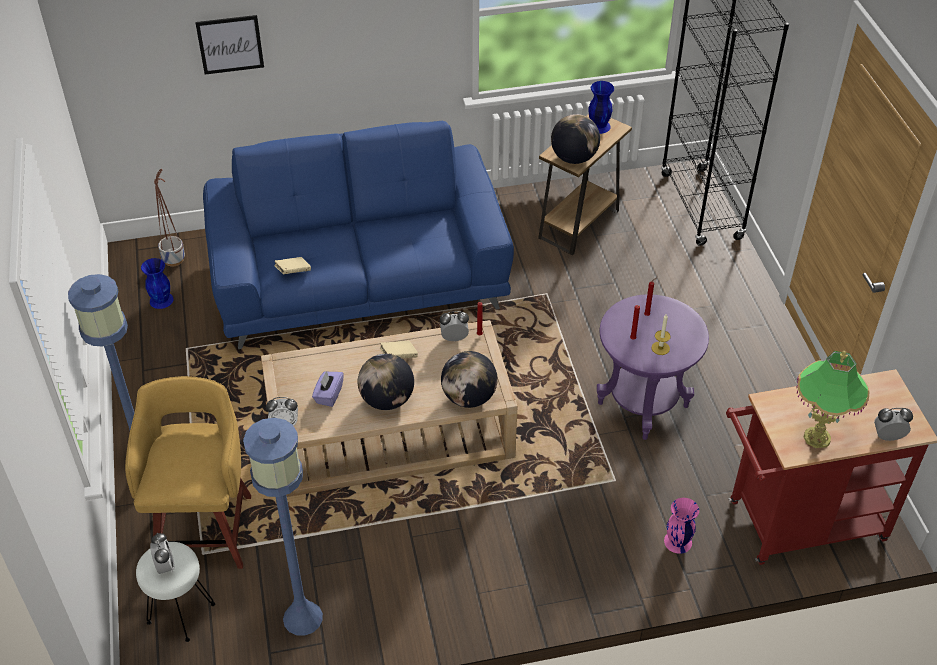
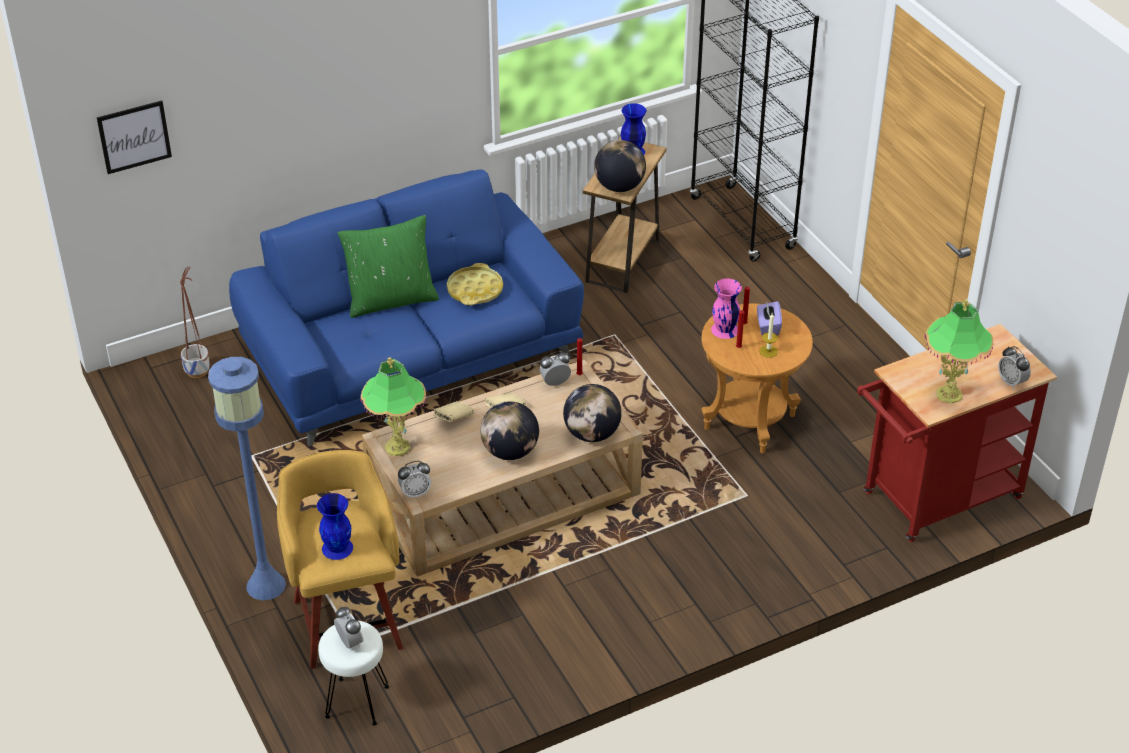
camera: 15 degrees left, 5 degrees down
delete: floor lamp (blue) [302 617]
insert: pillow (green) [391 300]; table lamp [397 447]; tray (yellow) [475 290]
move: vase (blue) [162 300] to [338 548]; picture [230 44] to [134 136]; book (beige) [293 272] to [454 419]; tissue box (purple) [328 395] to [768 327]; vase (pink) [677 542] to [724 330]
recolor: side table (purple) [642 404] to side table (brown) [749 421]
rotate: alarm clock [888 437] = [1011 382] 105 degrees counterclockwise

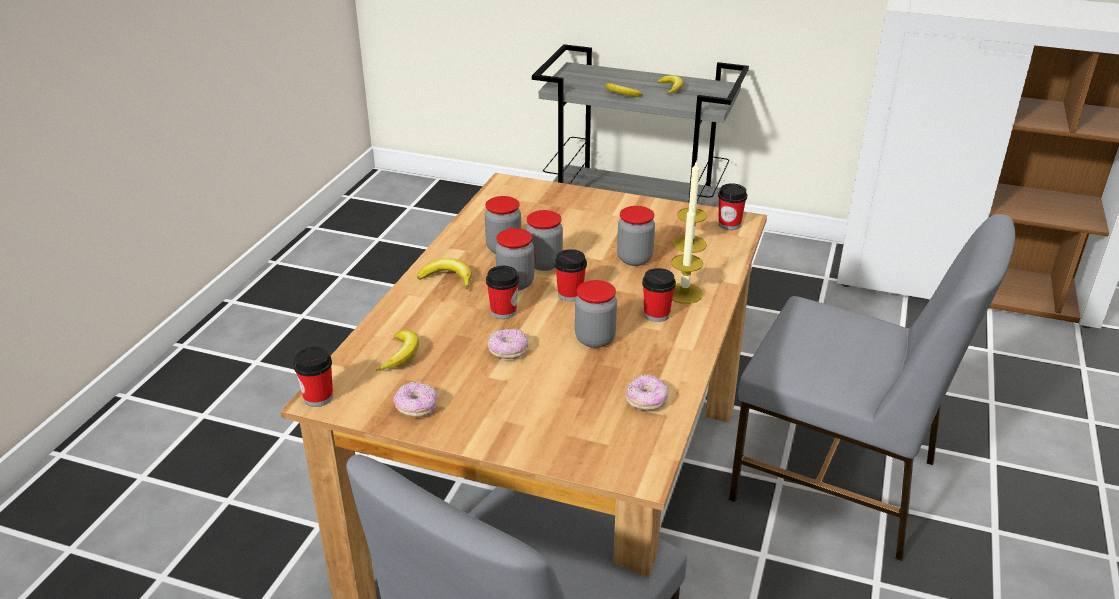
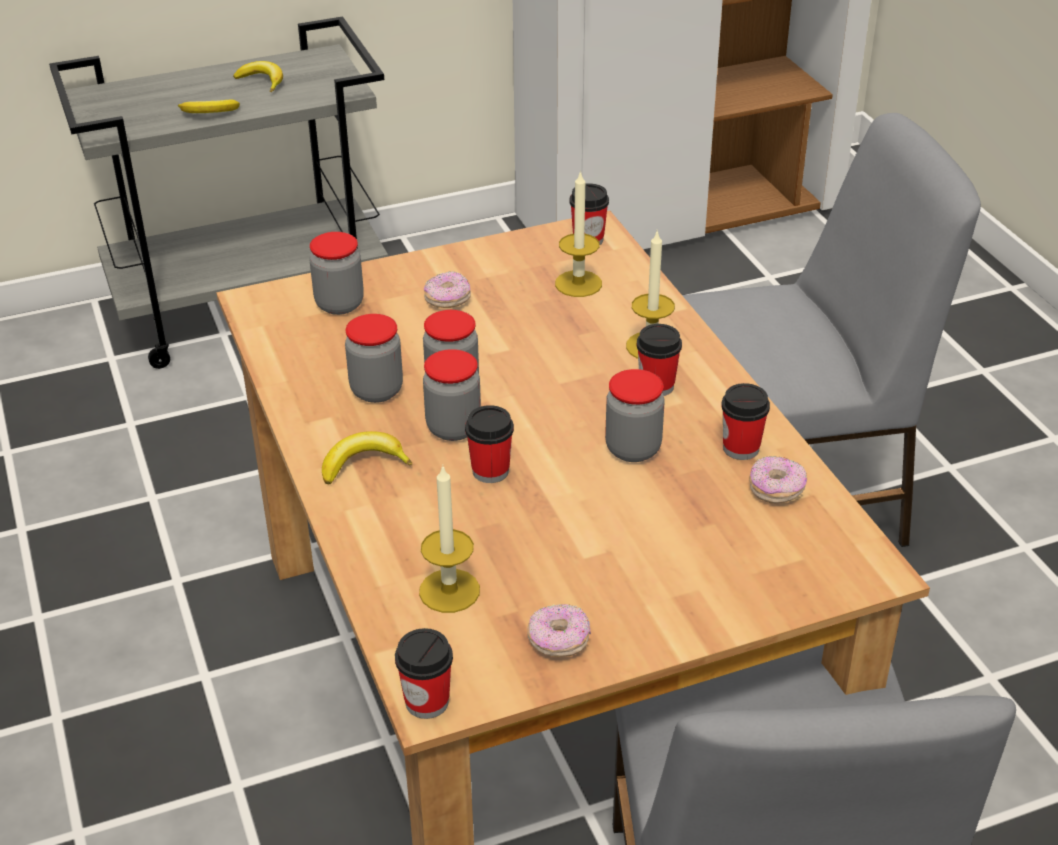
camera: 40 degrees left, 5 degrees up
move: donut [508 352] to [448 300]; cup [570 294] to [741 448]; jar [634 259] to [339 304]
replace: banana [401 355] to candle [449 591]

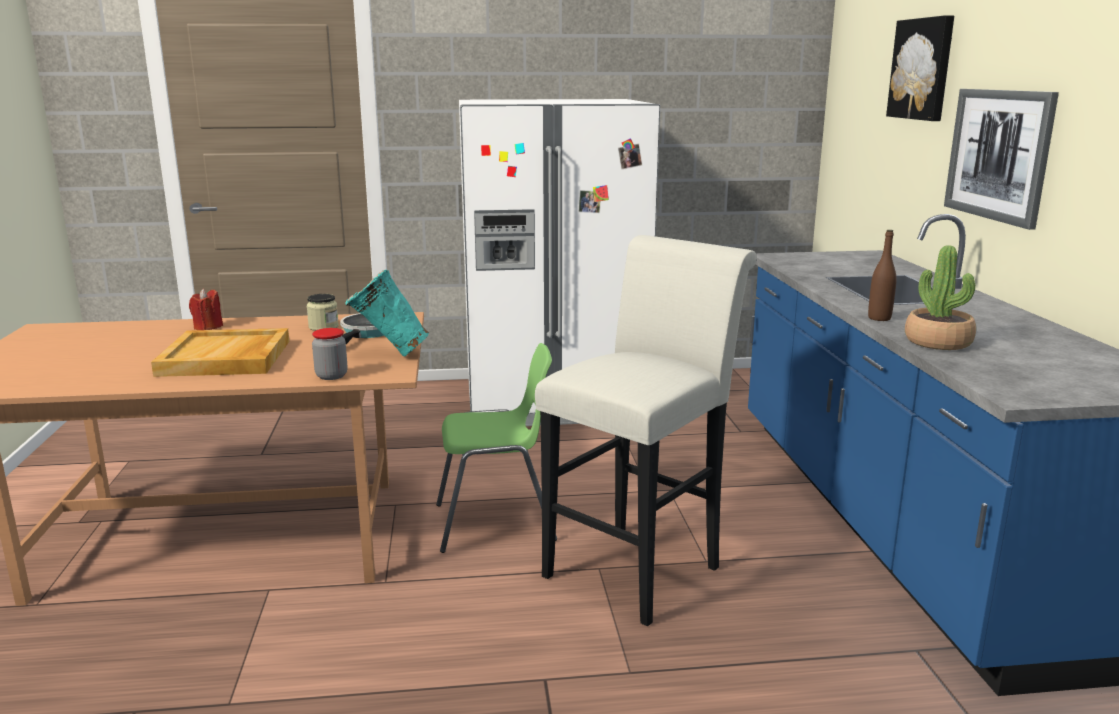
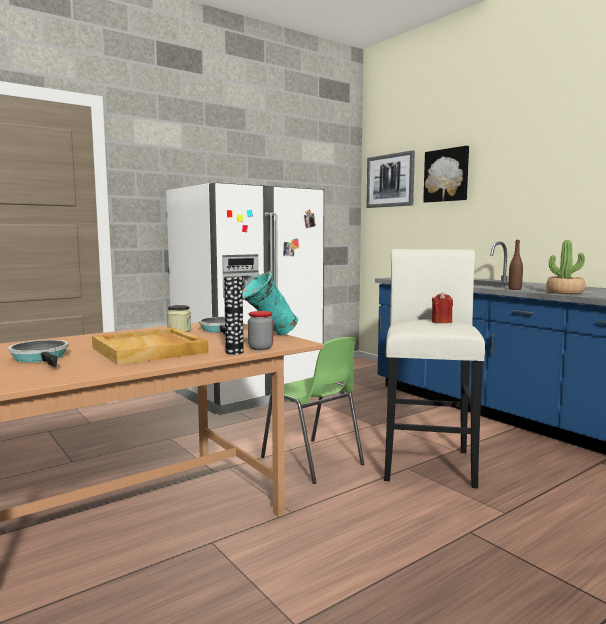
camera: 30 degrees left, 10 degrees down
insert: frying pan [41 358]; vase [234 352]
move: candle (red) [208 327] to [441 322]; picture [998 155] to [390 180]
rotate: chair (green) [496 523] = [313 461] 90 degrees clockwise

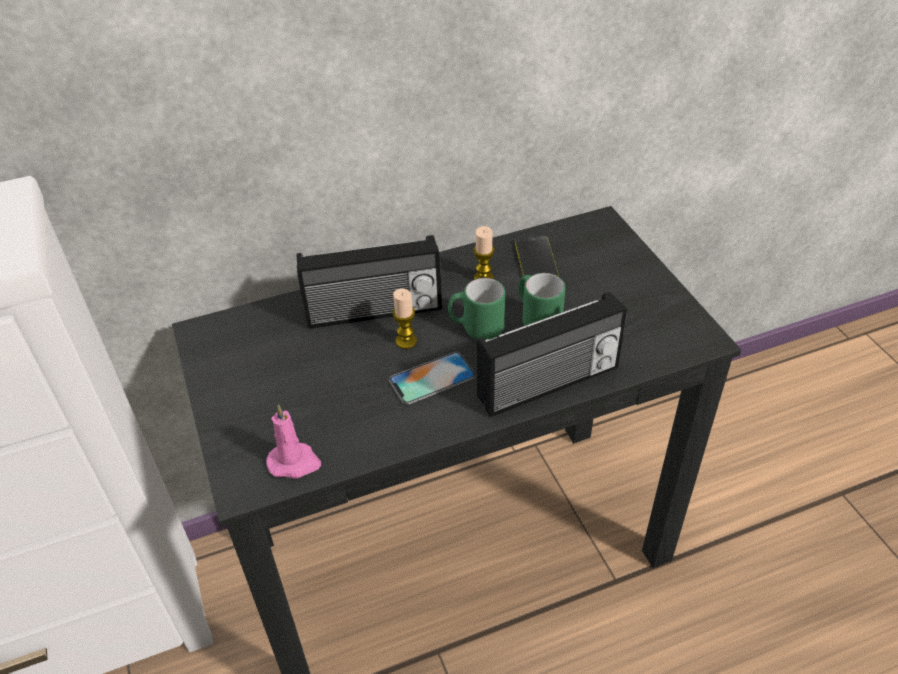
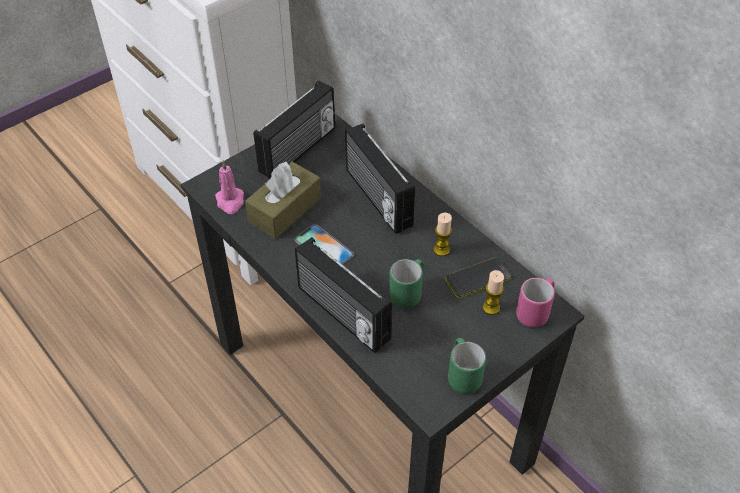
camera: 70 degrees right, 5 degrees up
insert: tissue box (brown) [285 210]; radio [299 150]; mug (pink) [535 312]
move: candle [406 341] to [491 307]; mug (green) [476 328] to [462 374]

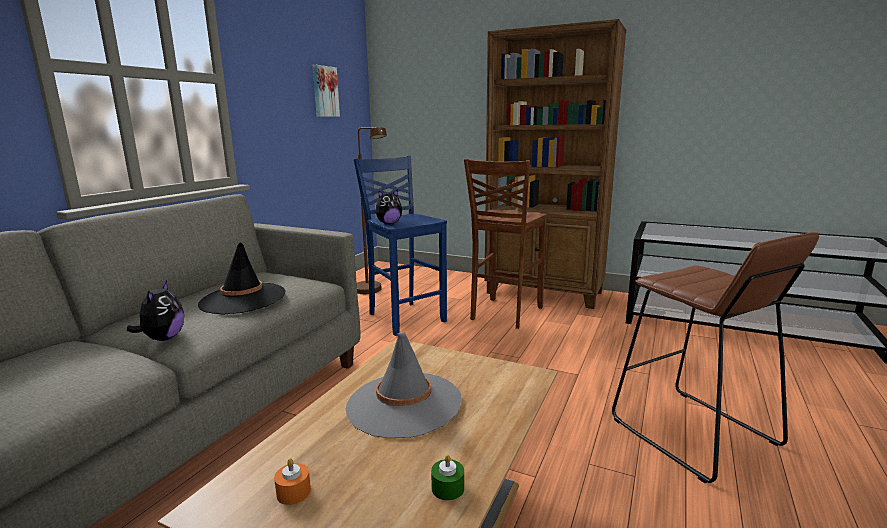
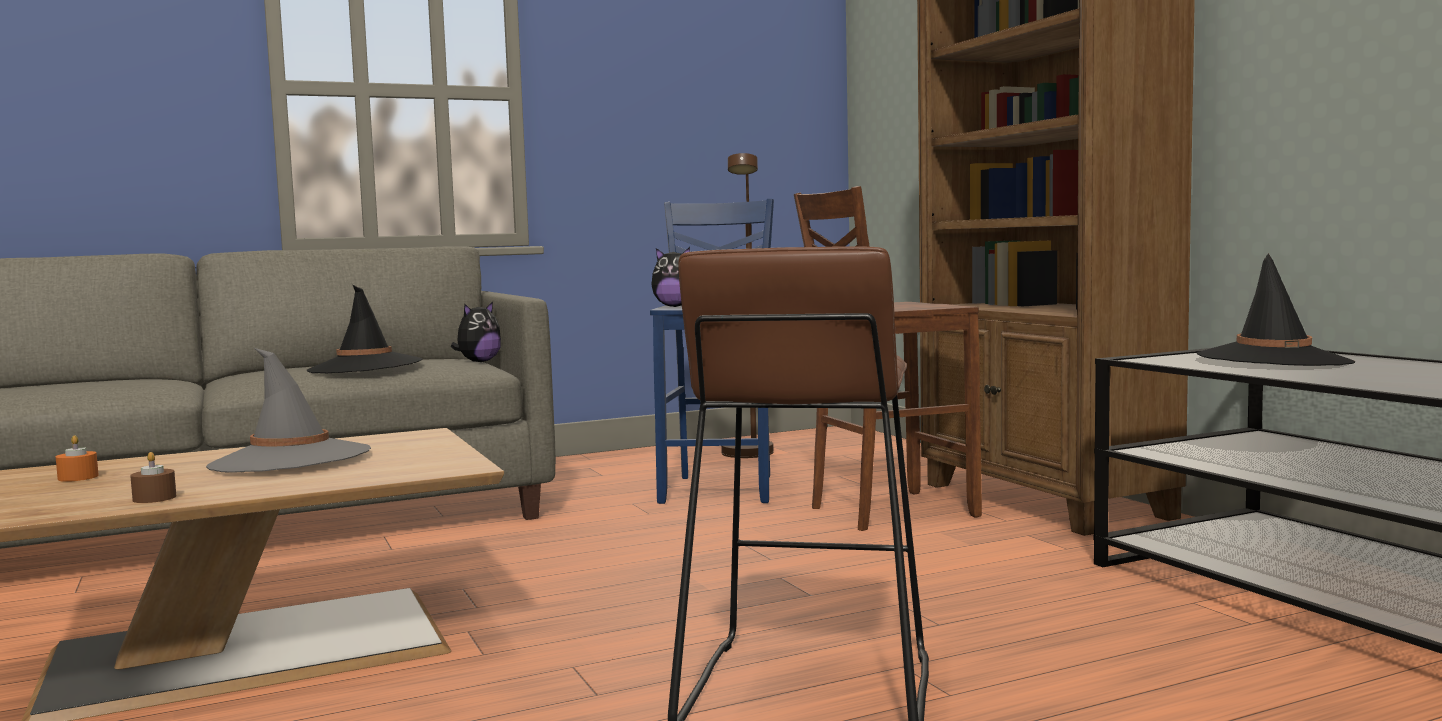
camera: 40 degrees right, 10 degrees down
delete: picture [324 91]
insert: hat (black) [1273 360]
move: plush toy [163 338] to [479 362]
recolor: candle (green) [447 488] to candle (brown) [154 498]

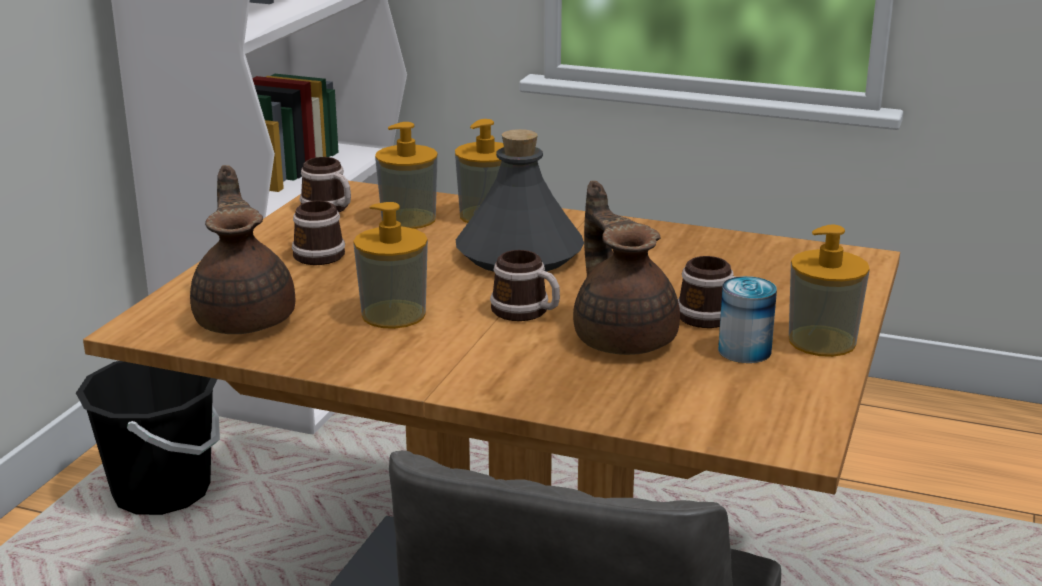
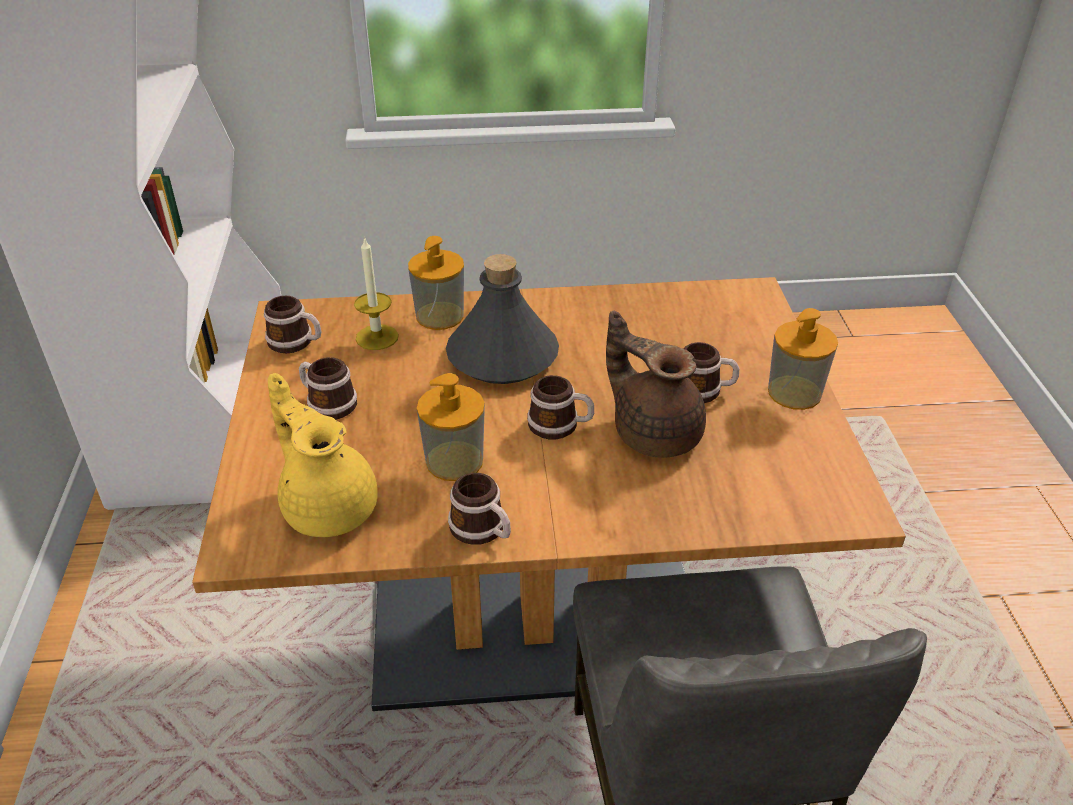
camera: 25 degrees left, 15 degrees up
delete: bucket (black) [162 491]; can [744 351]
insert: mug [483 530]
replace: soap dispenser [408 219] to candle [377 337]
recolor: teapot (brown) [246 318] to teapot (yellow) [329 506]

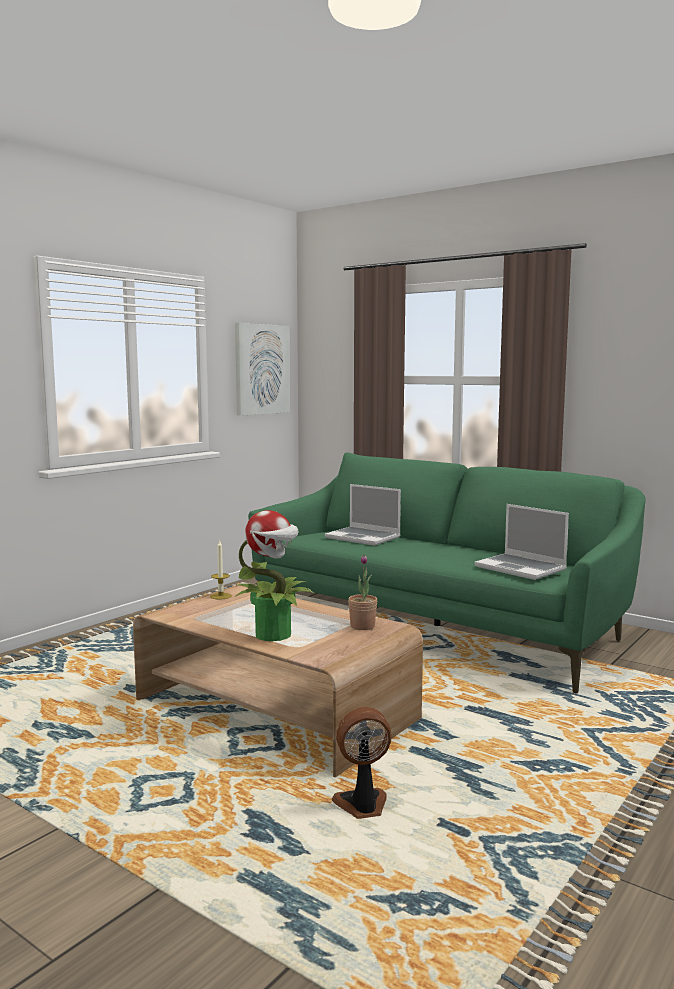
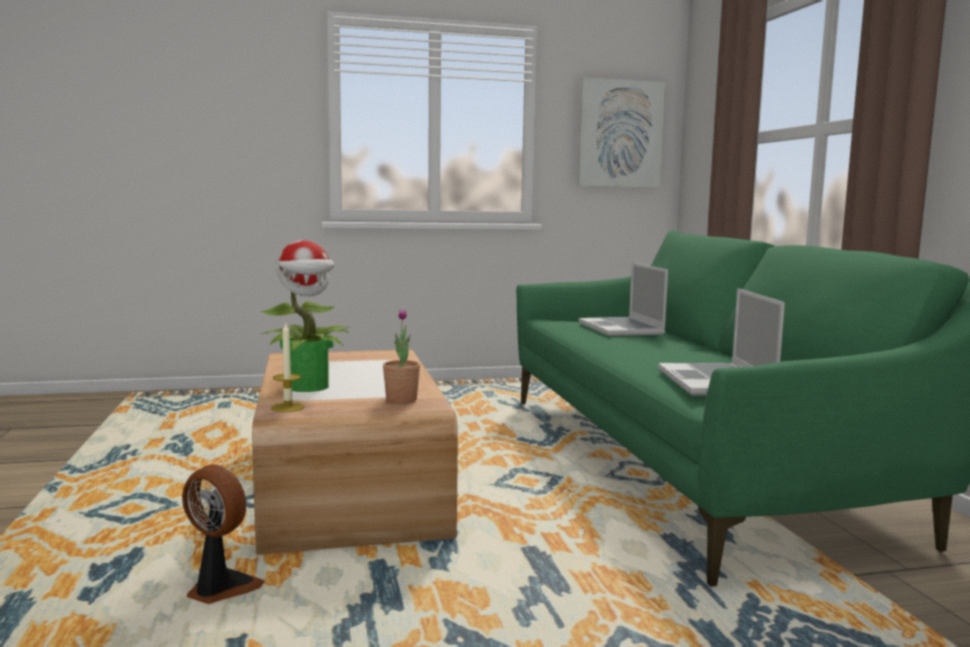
camera: 40 degrees right, 0 degrees up
move: candle [220 596] to [287 407]

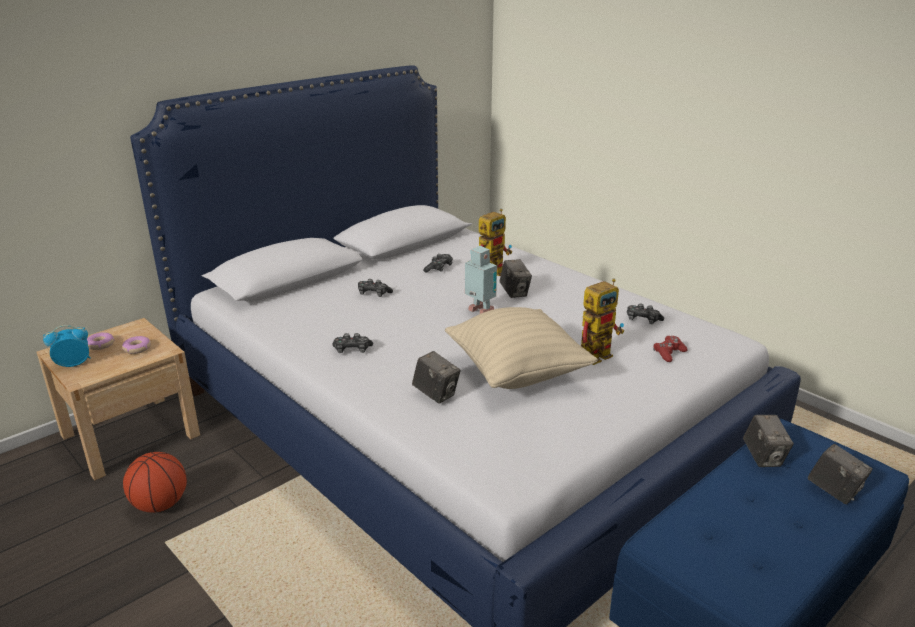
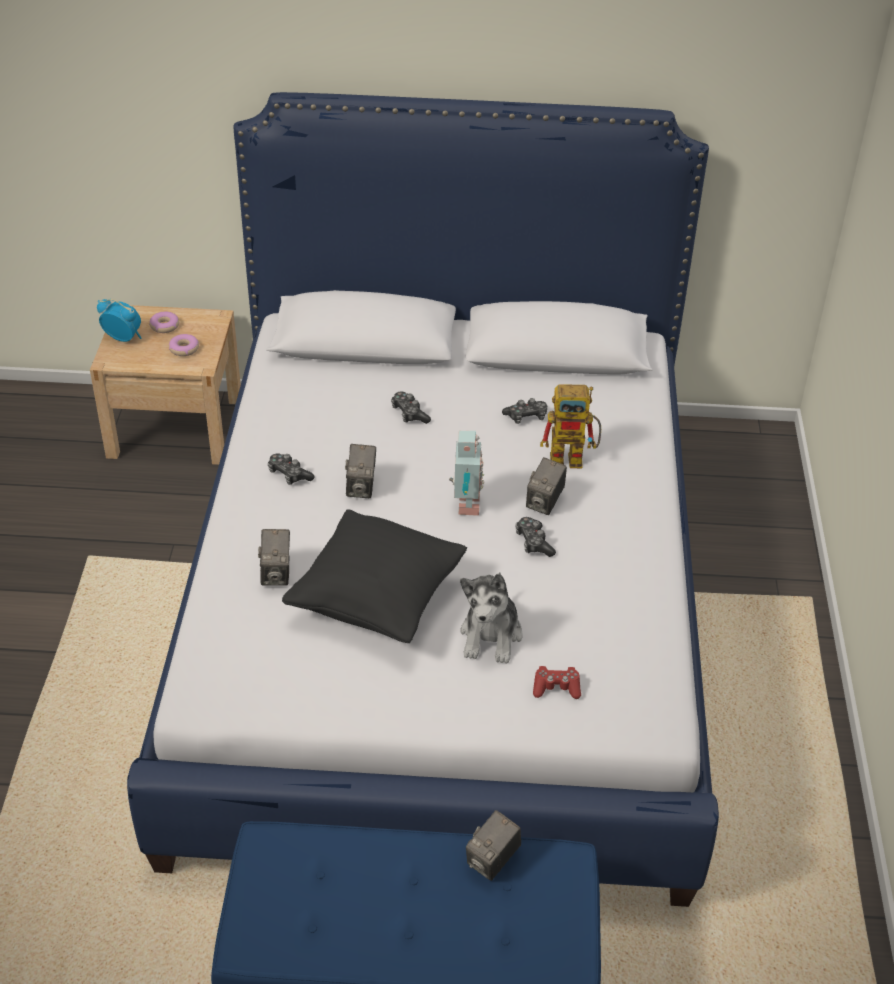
camera: 45 degrees right, 15 degrees up
delete: basketball [160 505]
move: game controller [643 320] to [533 542]; photo camera [834 491] to [361 487]
replace: toy robot [598 353] to plush toy [491 635]
recolor: pillow (beige) [517 373] to pillow (black) [376 601]

